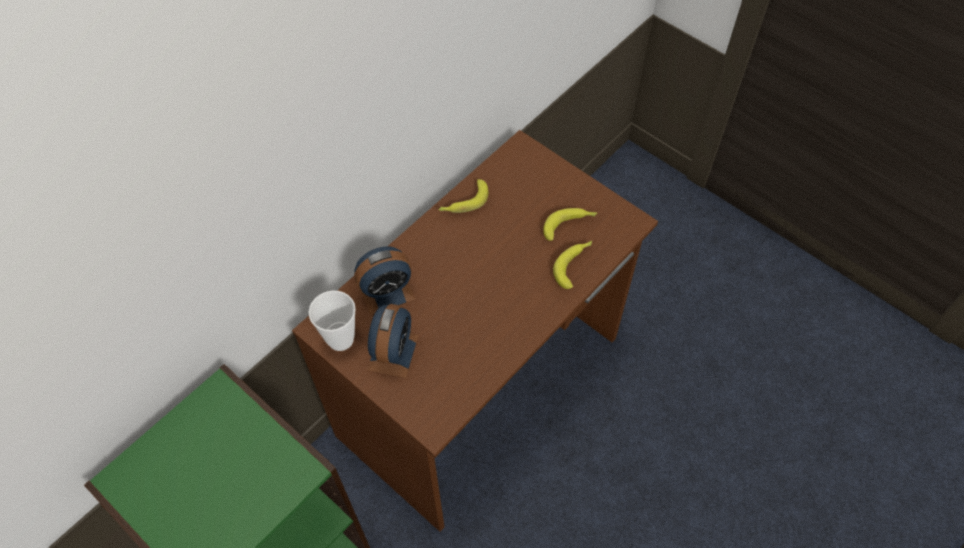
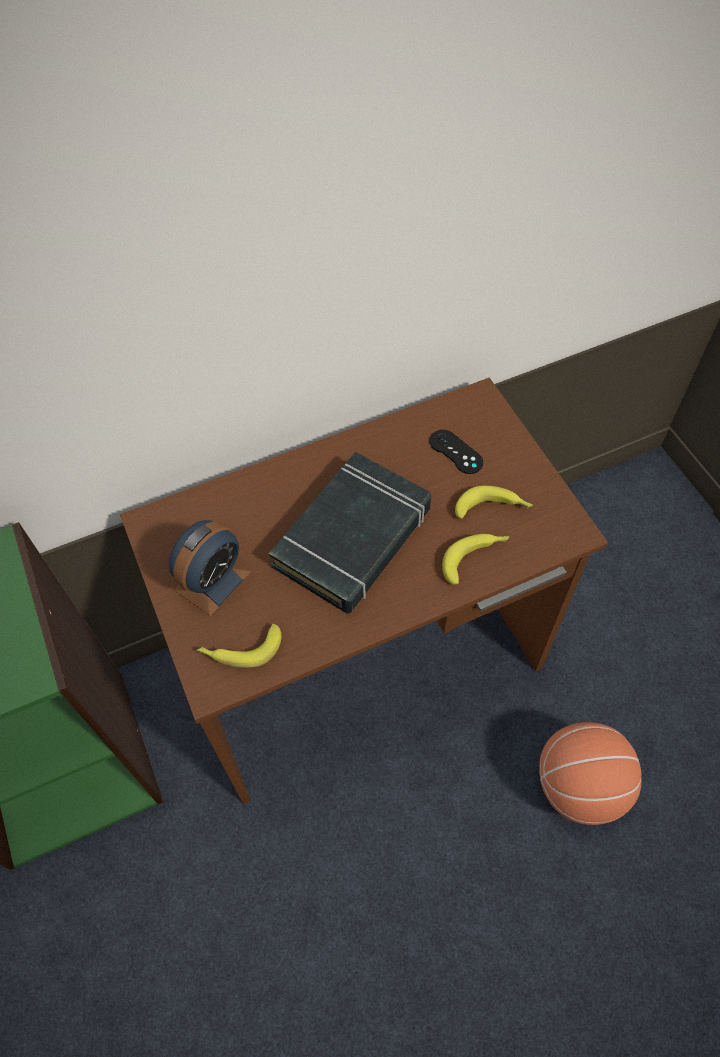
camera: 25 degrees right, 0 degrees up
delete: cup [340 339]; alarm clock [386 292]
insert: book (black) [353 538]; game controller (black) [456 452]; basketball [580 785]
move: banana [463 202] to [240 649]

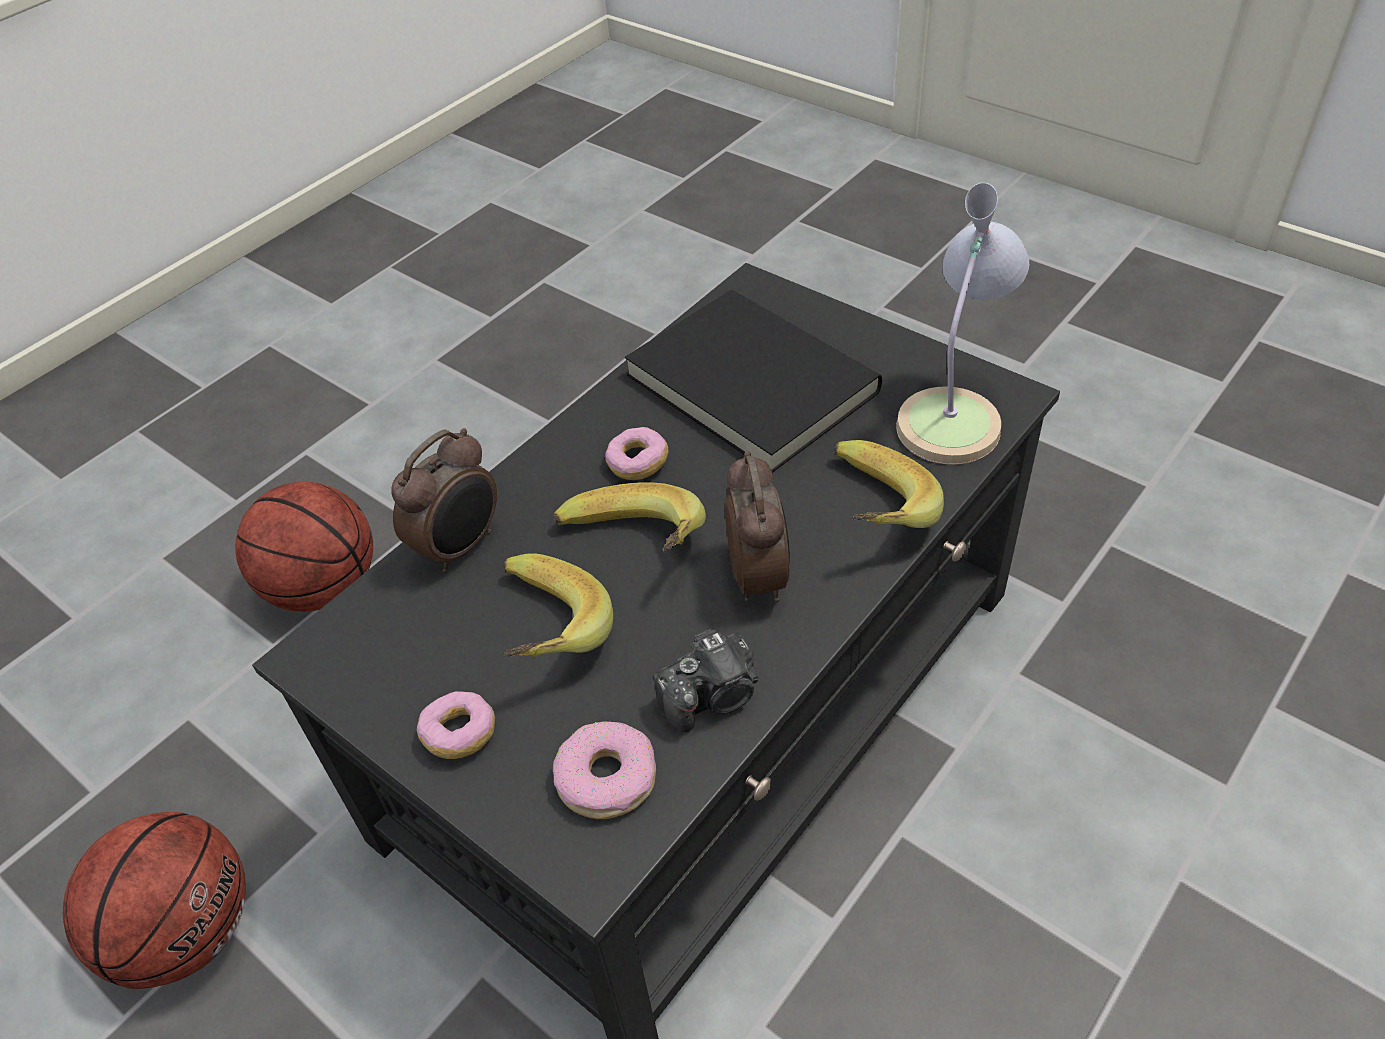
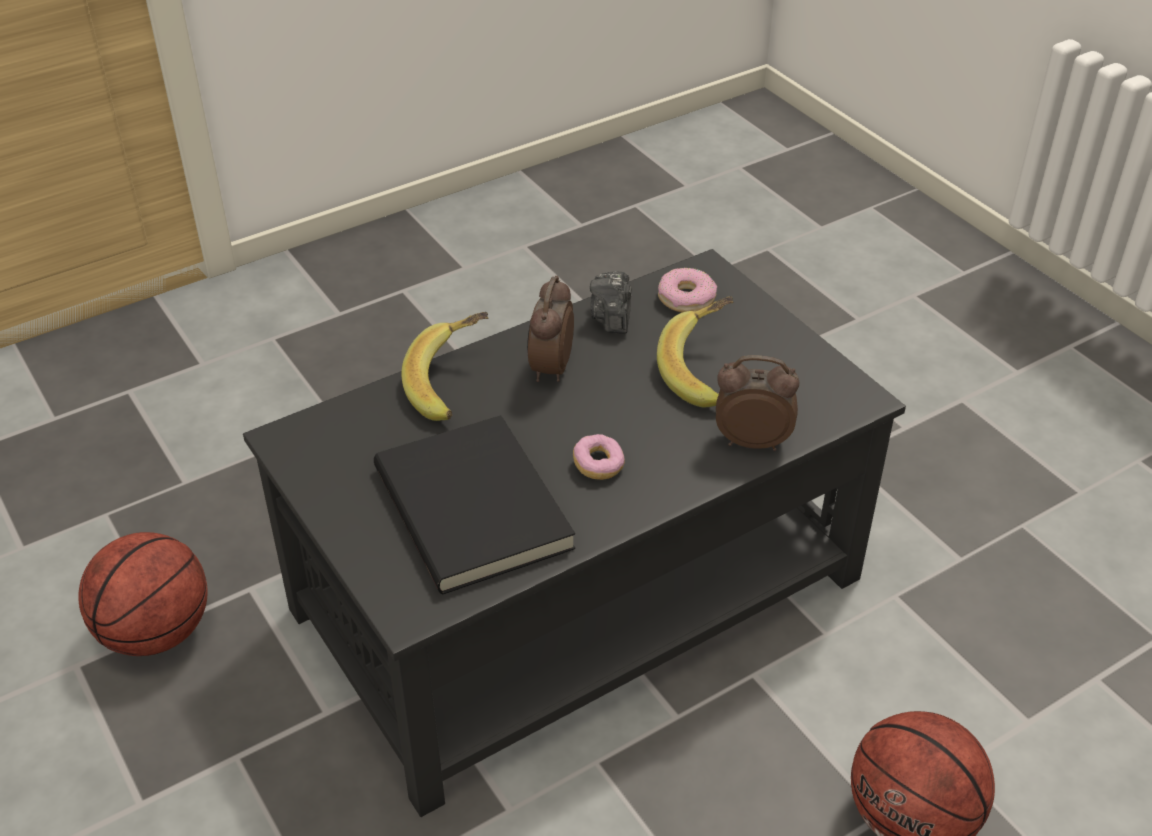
camera: 165 degrees left, 5 degrees down
delete: donut [460 734]; banana [633 551]; table lamp [955 413]
move: basketball [188 931] to [155 633]
rotate: alarm clock [461 547] = [752 440] 45 degrees clockwise; photo camera [712 696] = [612 317] 75 degrees counterclockwise

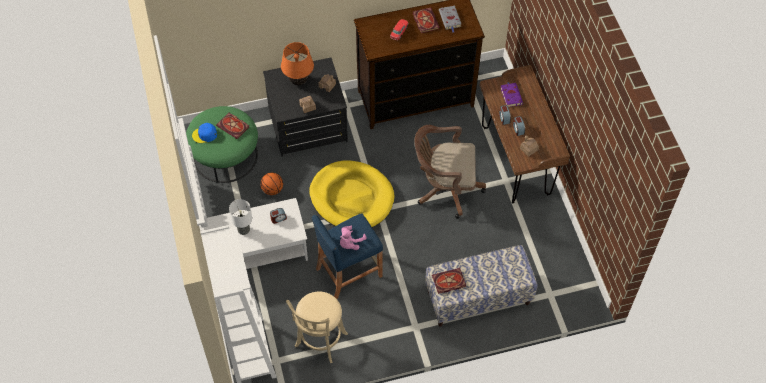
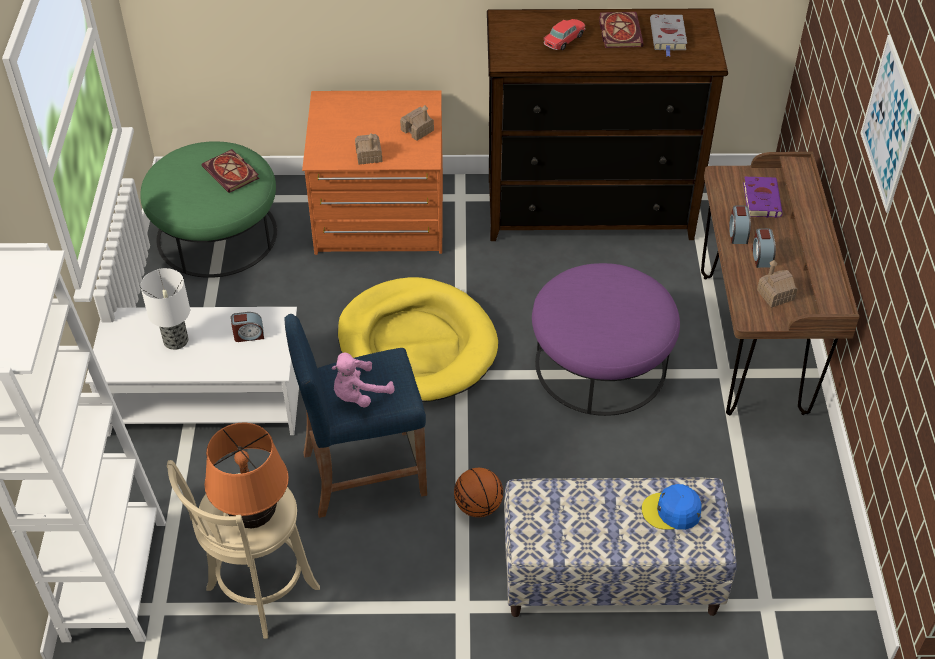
camera: 15 degrees right, 10 degrees down
delete: book [448 282]
insert: picture [889 124]
move: cap (blue) [205 135] to [672 511]; basketball [272 190] to [478 506]; table lamp (orange) [299 81] to [254 517]
replace: office chair (brown) [445 188] to ottoman (purple) [600 364]
recolor: dresser (black) [308 126] to dresser (orange) [380 216]

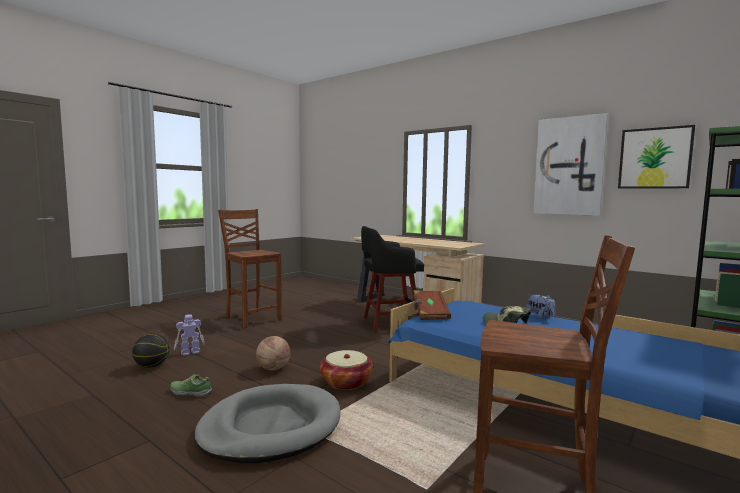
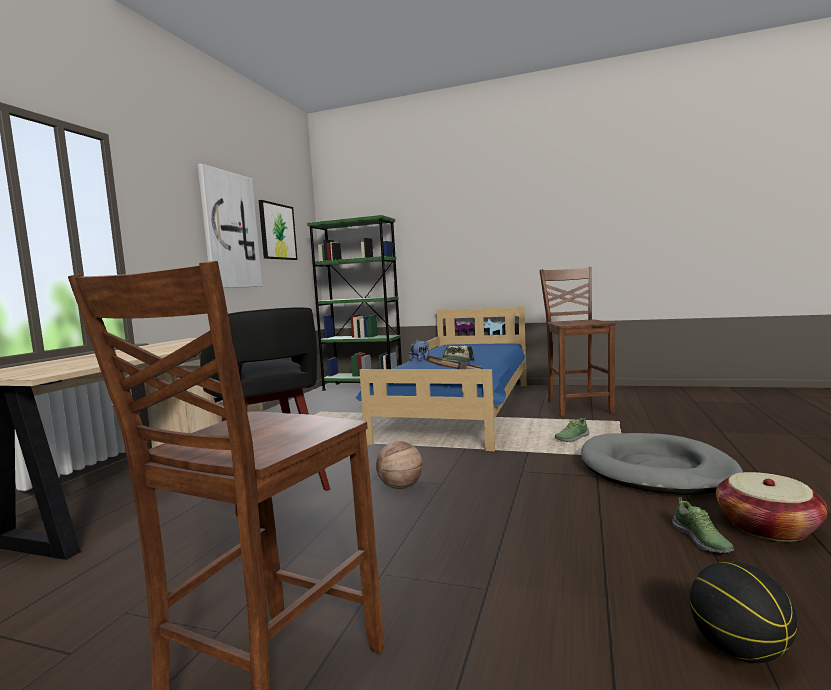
camera: 110 degrees left, 0 degrees up
delete: toy robot [190 352]
insert: shoe [571 438]
move: basketball [273 369] to [401 487]; basket [346 382] to [767 527]

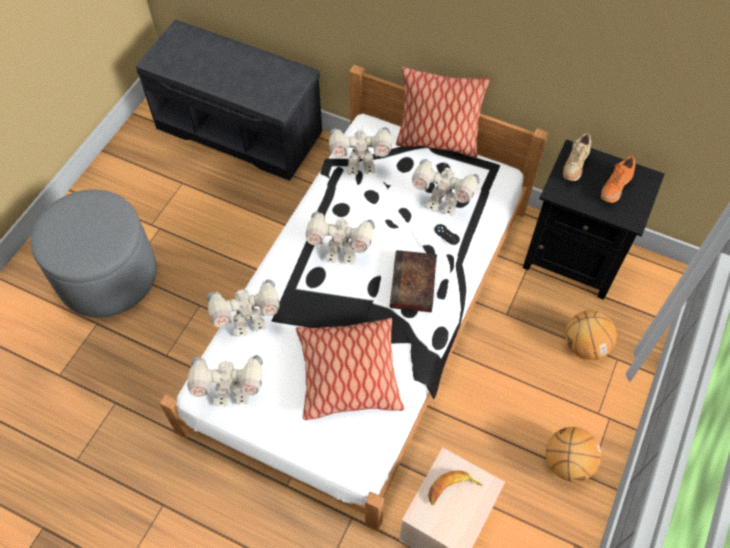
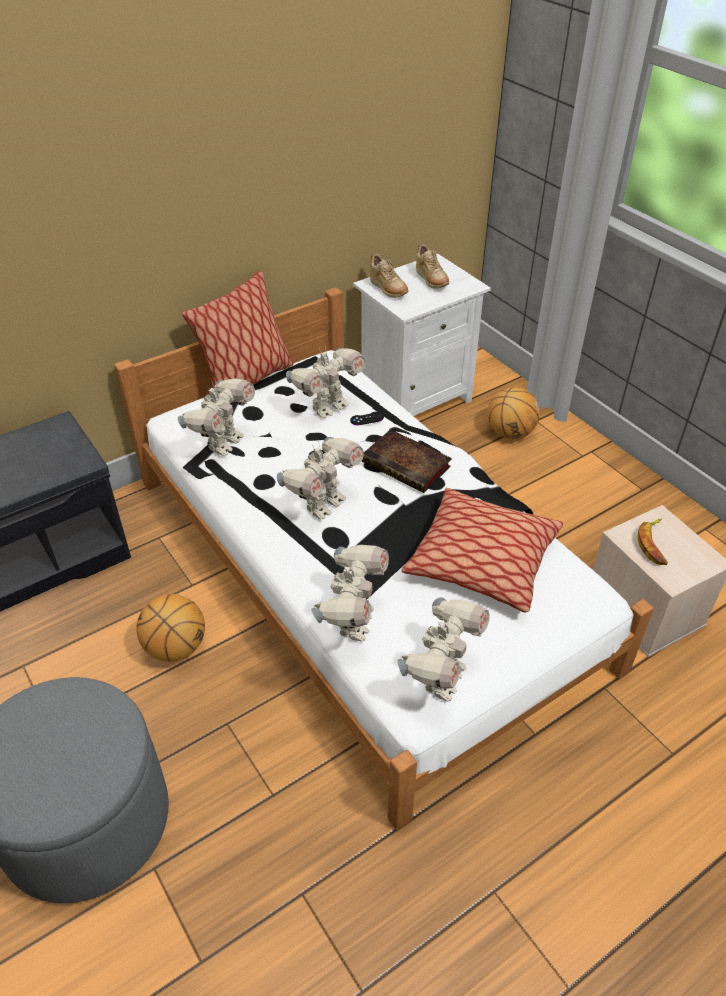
camera: 60 degrees left, 15 degrees down
move: basketball [567 463] to [176 647]
recolor: nightstand (black) [573 257] to nightstand (white) [414 398]; shoe (orange) [614 188] to shoe (beige) [431 281]

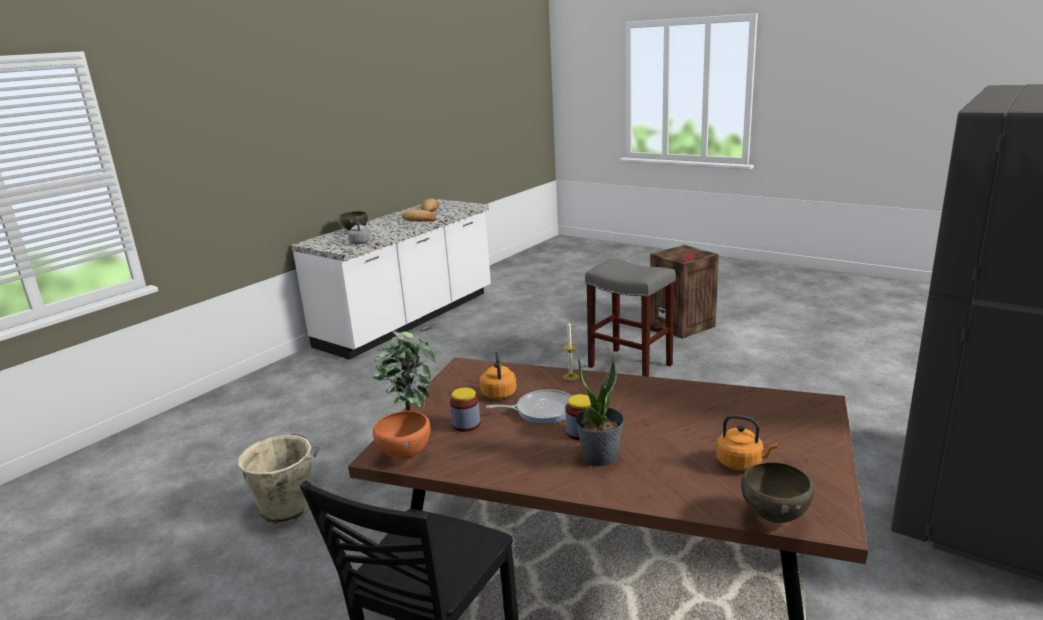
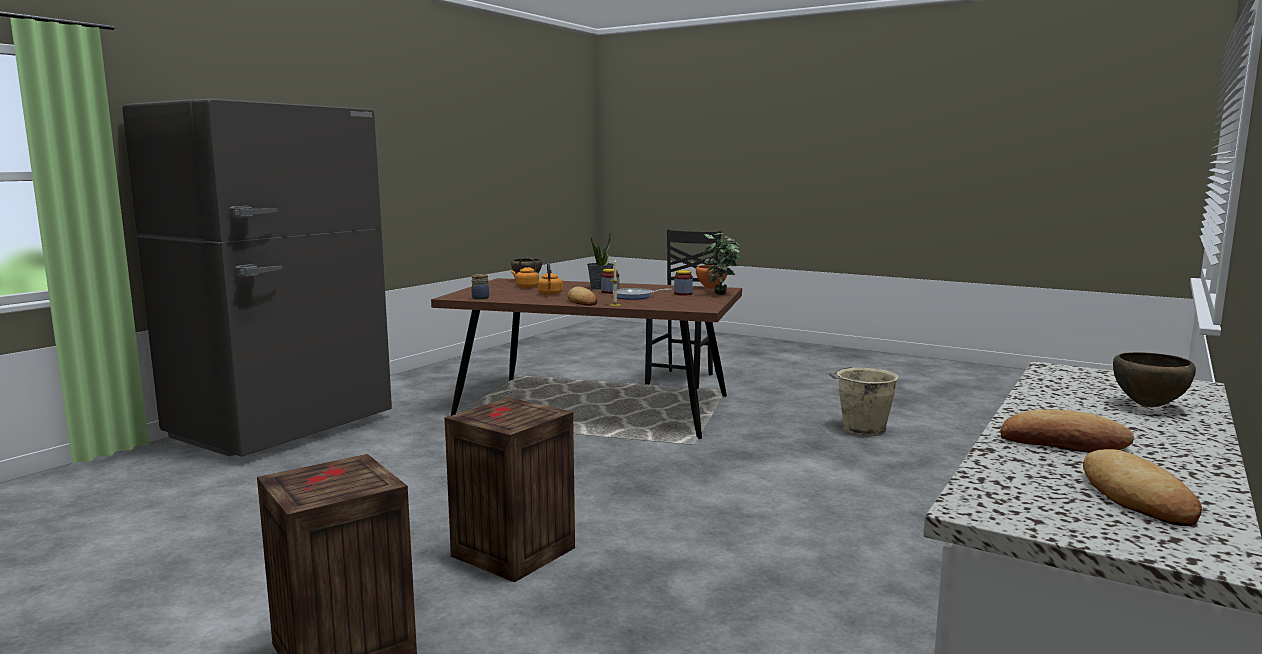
camera: 175 degrees right, 10 degrees down
delete: kettle (grey) [360 242]
insert: jar [480 298]; bread [582 301]
move: kettle (orange) [498 393] to [550 294]
replace: stool (grey) [631 366] to crate [511 552]

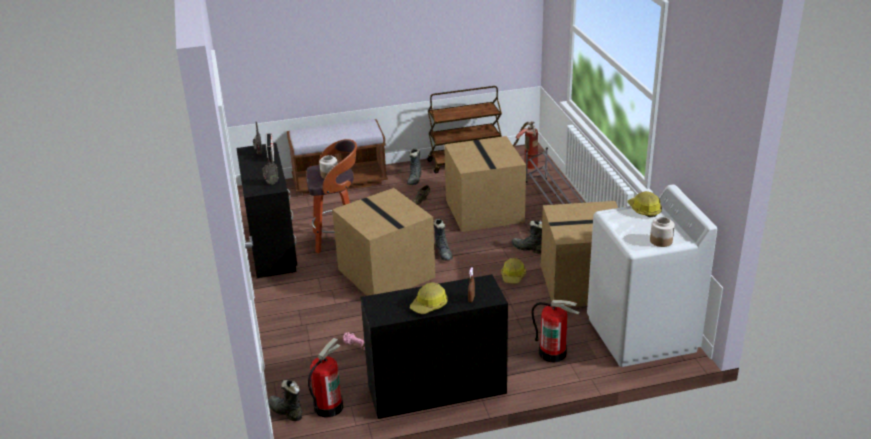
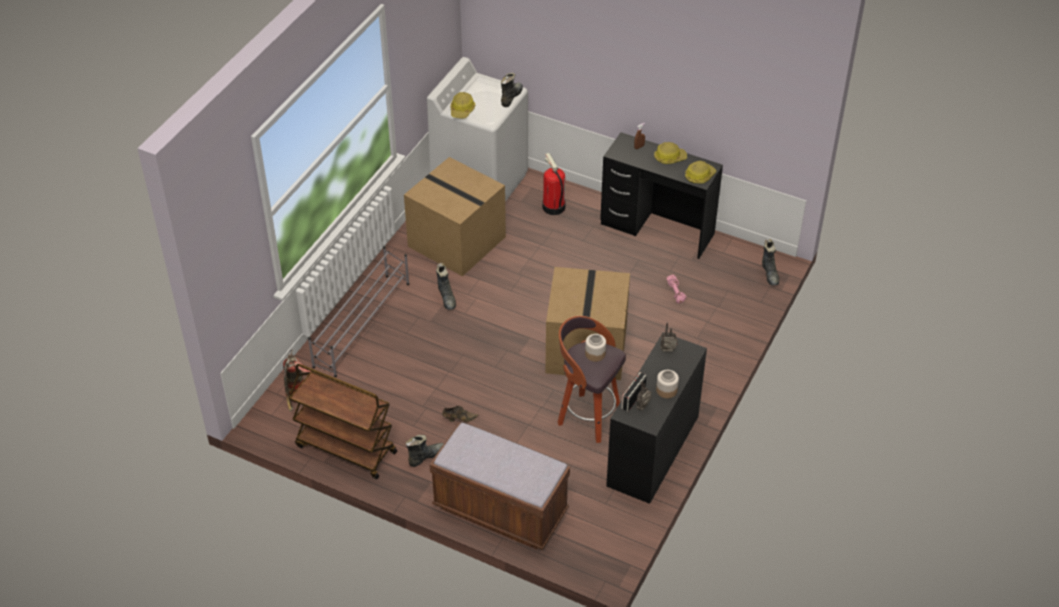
camera: 140 degrees left, 15 degrees up
delete: fire extinguisher [328 406]; cardboard box [485 211]
move: boot (black) [443 253] to [511 97]; hard hat [513 276] to [699 176]; jar [661 241] to [666 390]

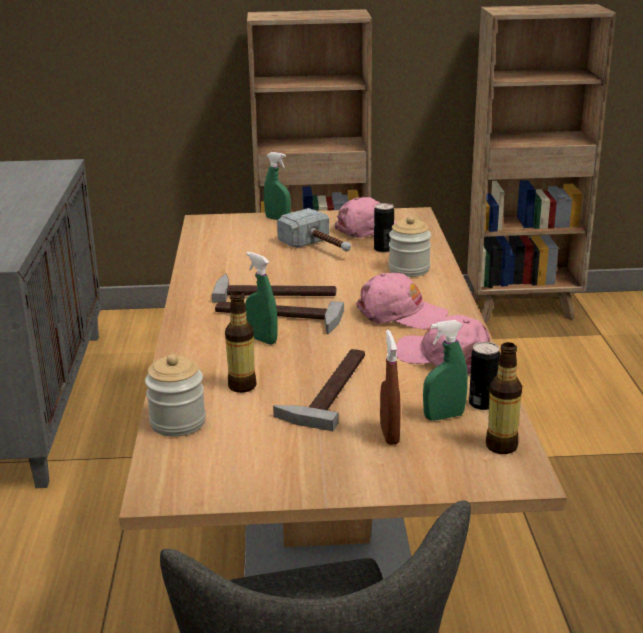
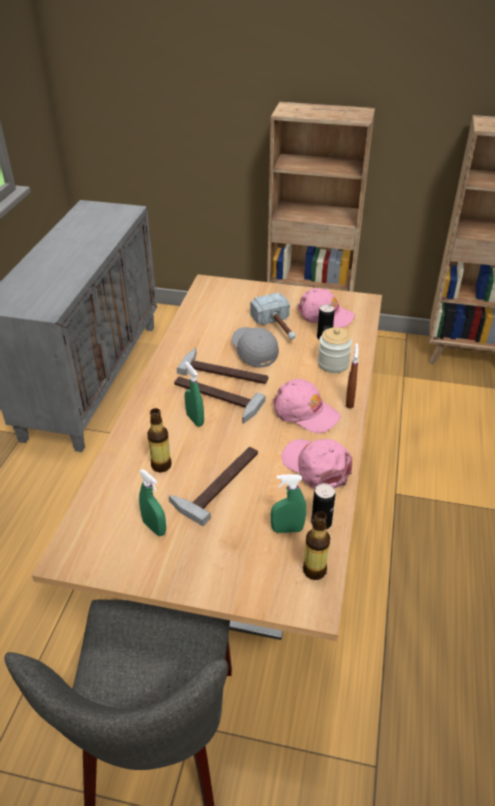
camera: 15 degrees right, 15 degrees up
delete: jar [178 422]
insert: cap (grey) [254 352]
move: spray bottle (green) [277 219] to [154 527]; spray bottle (brown) [389 435] to [349 401]

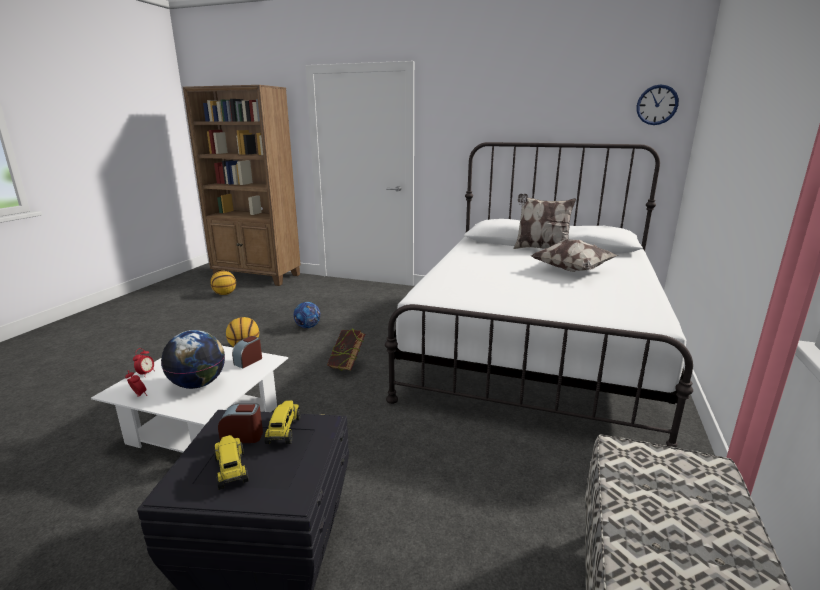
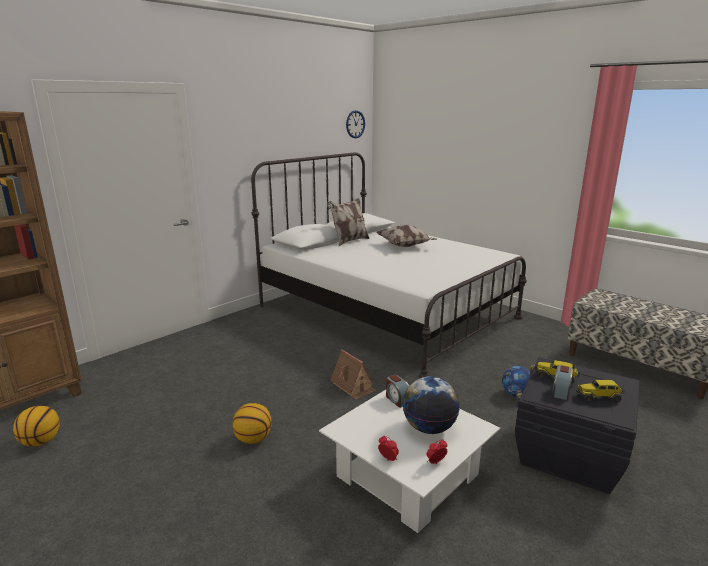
camera: 65 degrees left, 0 degrees up
move: football [308 327] to [516 394]
replace: book [347 367] to toy house [353 386]

